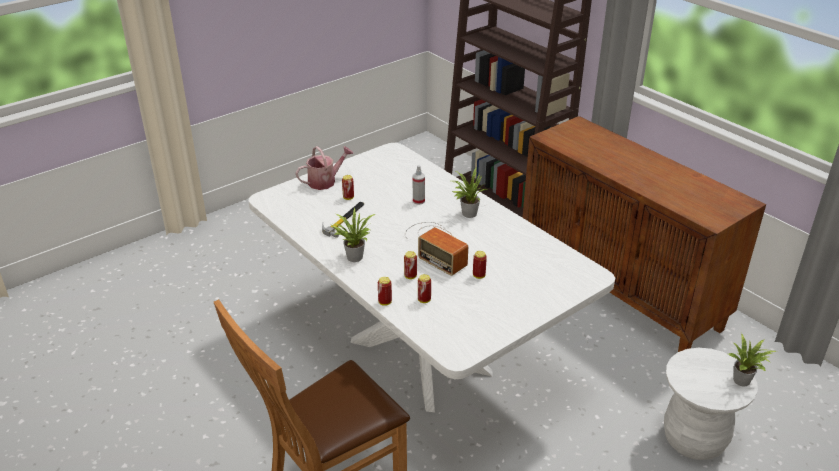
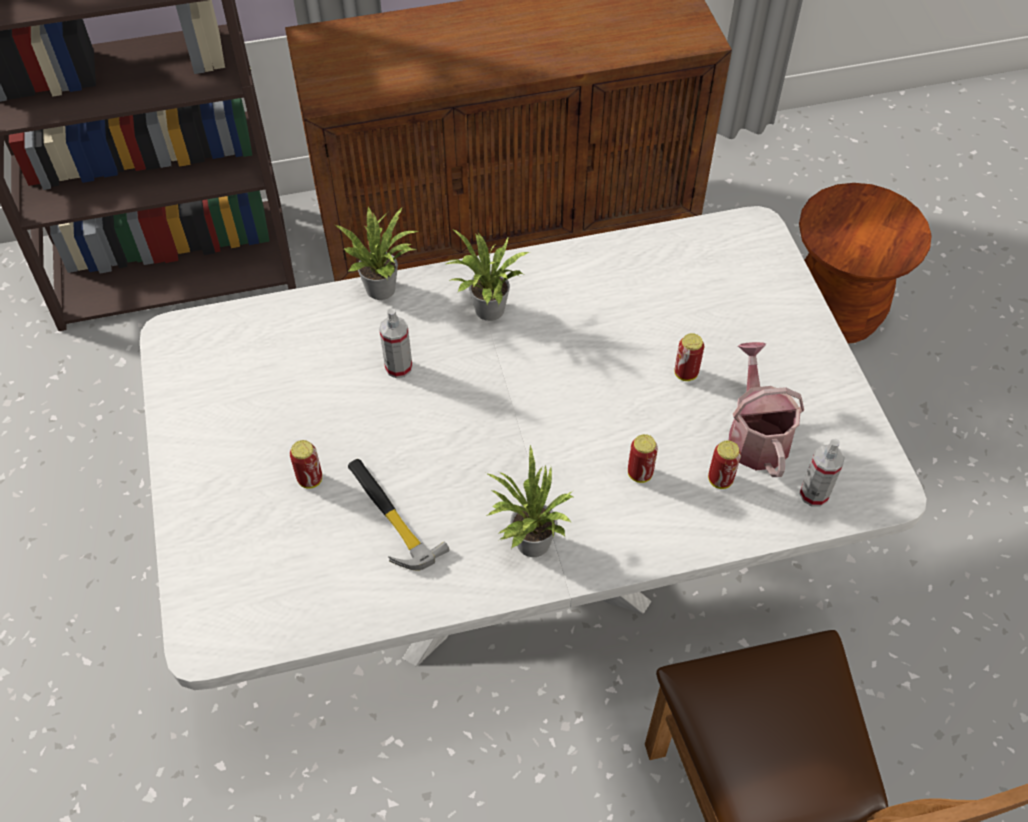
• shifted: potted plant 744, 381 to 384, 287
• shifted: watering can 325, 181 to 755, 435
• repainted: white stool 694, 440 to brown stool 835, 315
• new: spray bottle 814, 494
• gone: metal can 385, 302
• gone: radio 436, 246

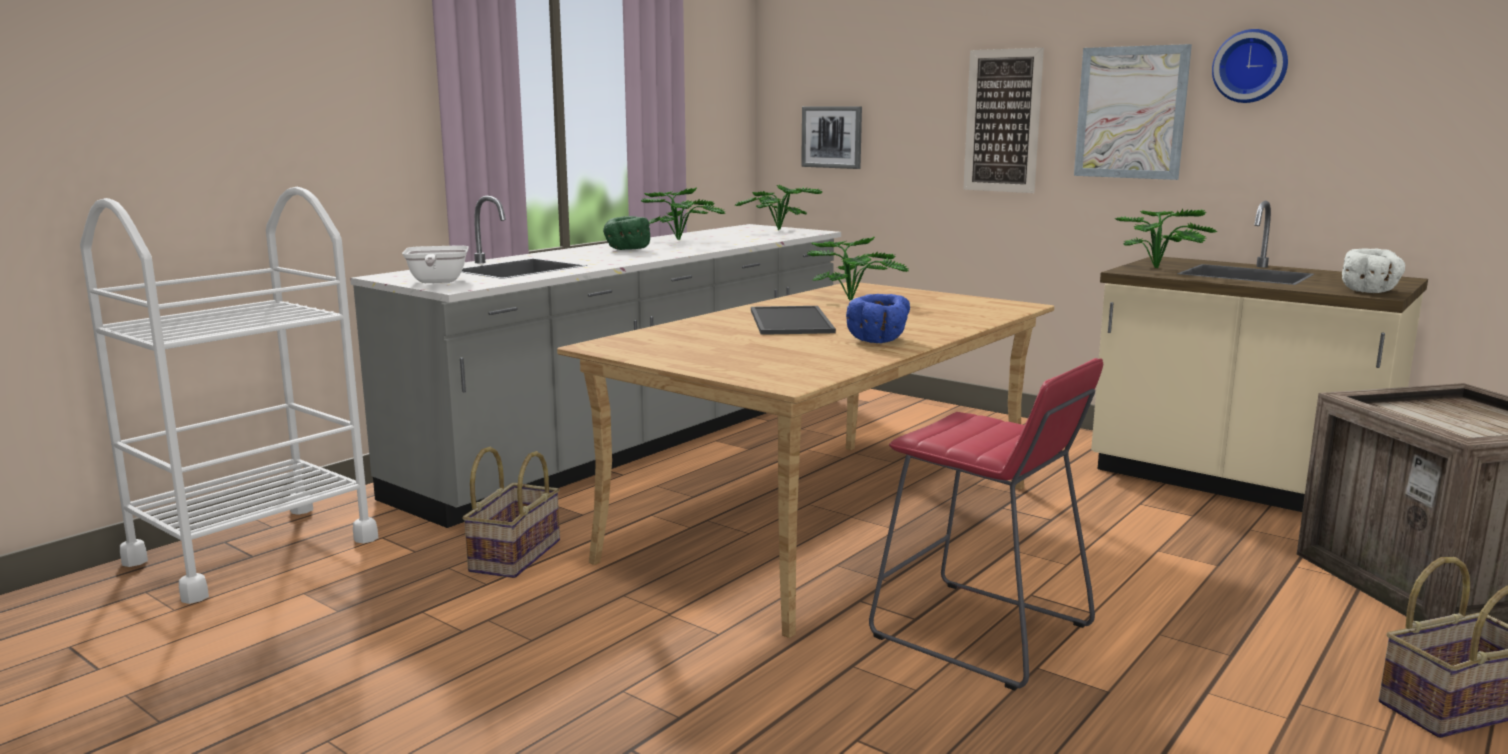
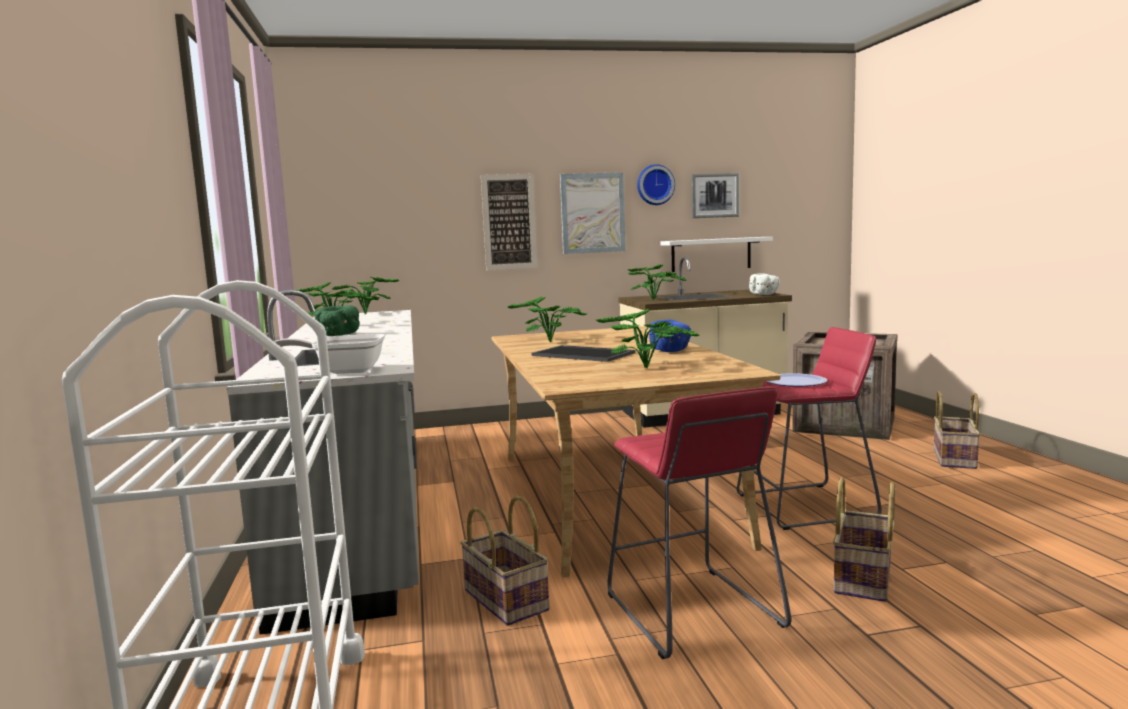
• rotated: pan 436, 282 = 343, 371 150 degrees clockwise
• new: potted plant 646, 367
• new: red stool 692, 611
• new: white shelf 711, 254
• shifted: wall art 832, 137 to 714, 195
• new: dinner plate 795, 382
• new: household basket 864, 578

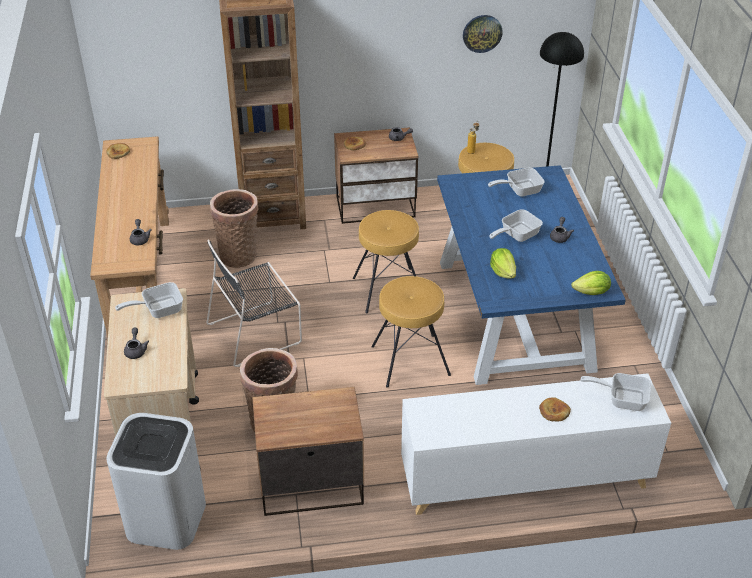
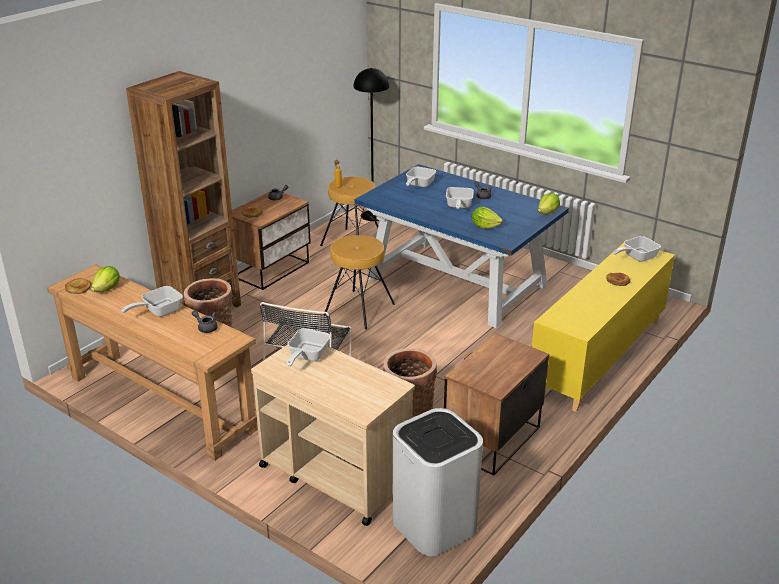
• new: lettuce head 107, 289
• new: pan 158, 311
• repainted: white cabinet 524, 479 to yellow cabinet 598, 356
• gone: gray teapot 136, 350
• gone: brown stool 410, 360
• gone: hanging clock 482, 33

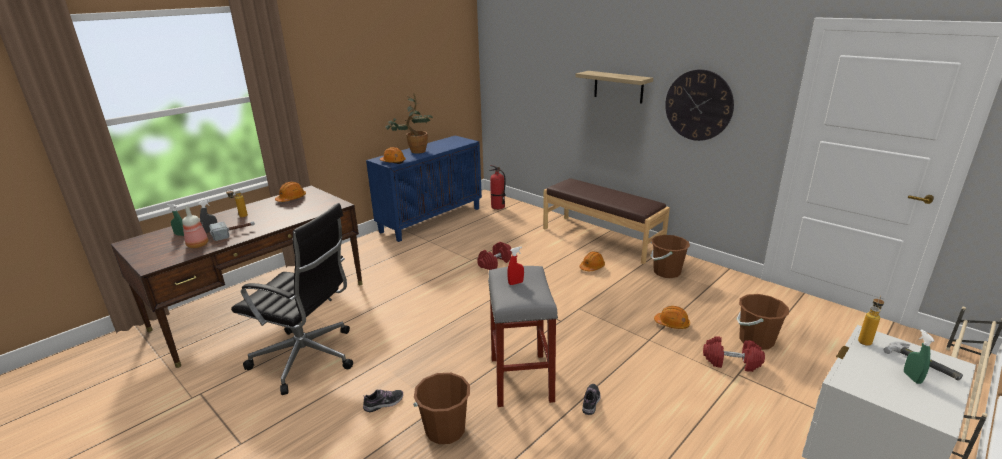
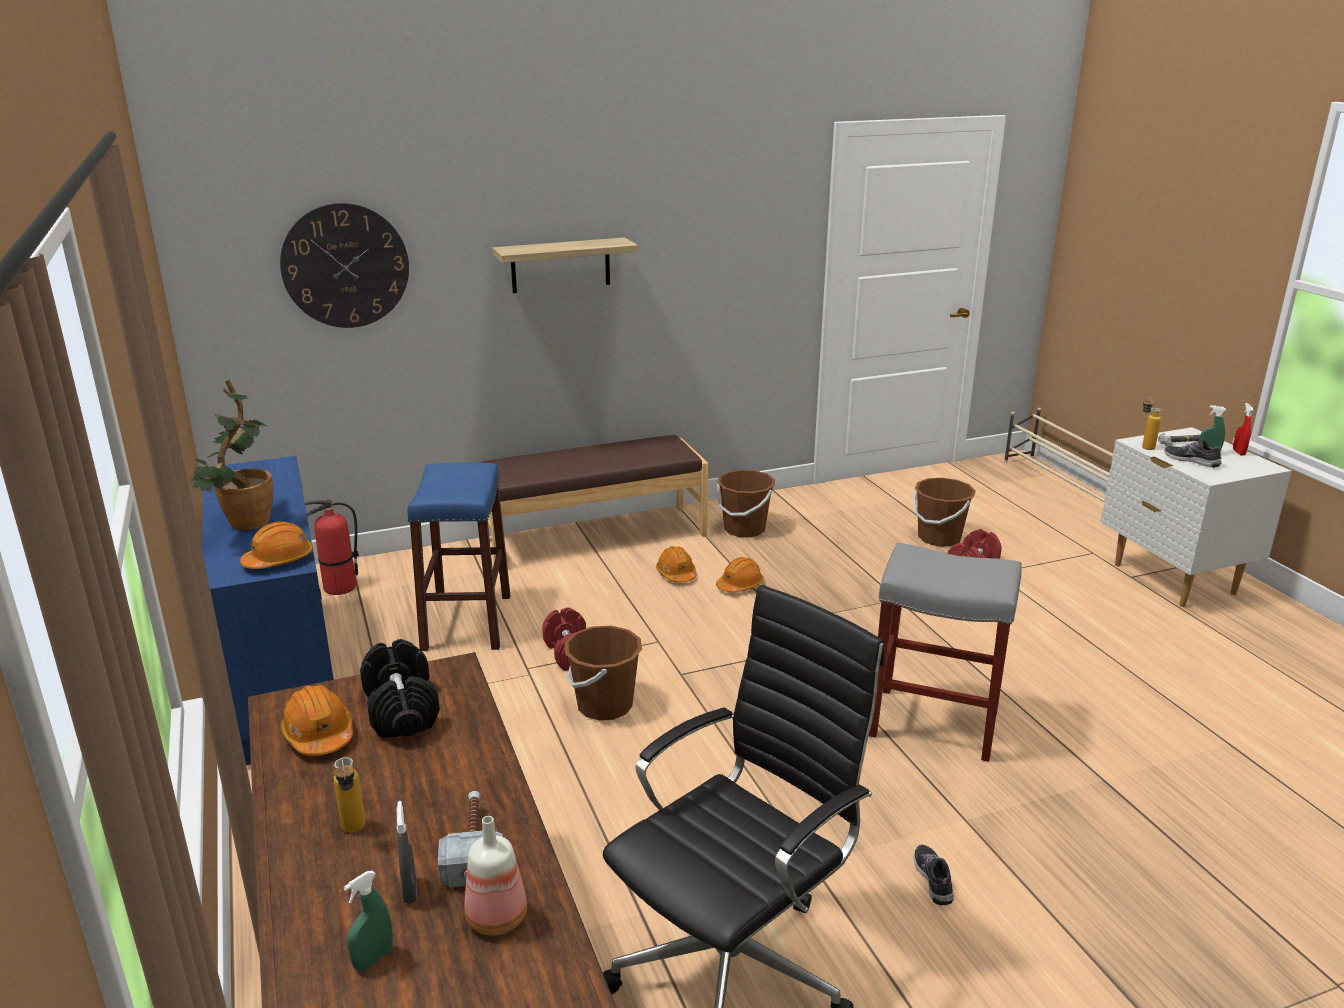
• shifted: hanging clock 698, 105 to 345, 266
• new: black-coloured dumbbell 402, 709
• new: blue-coloured stool 467, 622
• shifted: brown water bucket 445, 430 to 604, 705
• shifted: orange safety helmet 672, 324 to 740, 585
• shifted: shoe 591, 402 to 1191, 460
• shifted: red spray bottle 515, 283 to 1238, 452

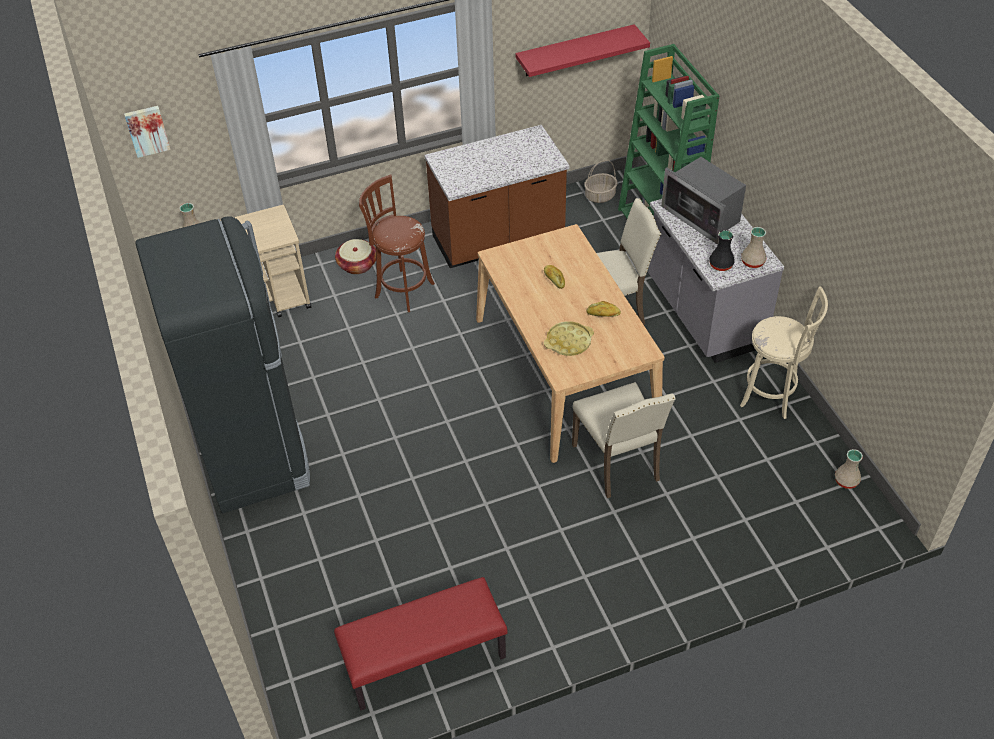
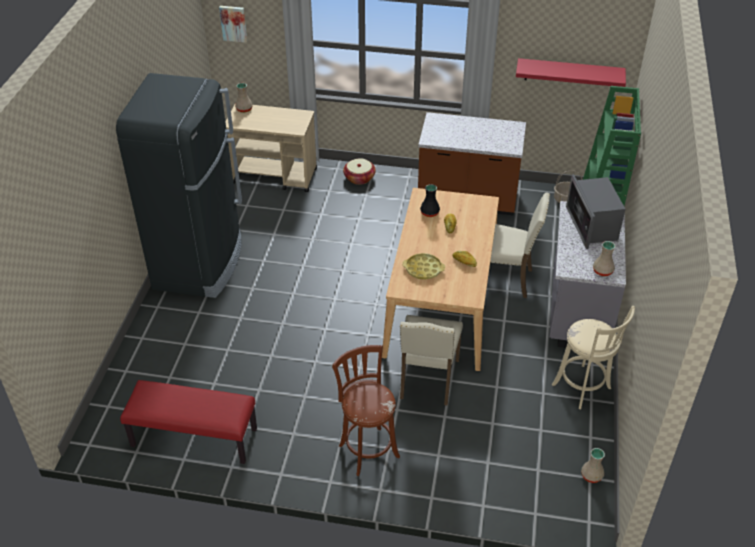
• shifted: brown stool 402, 289 to 367, 449
• shifted: black-coloured decorative vase 721, 265 to 430, 213

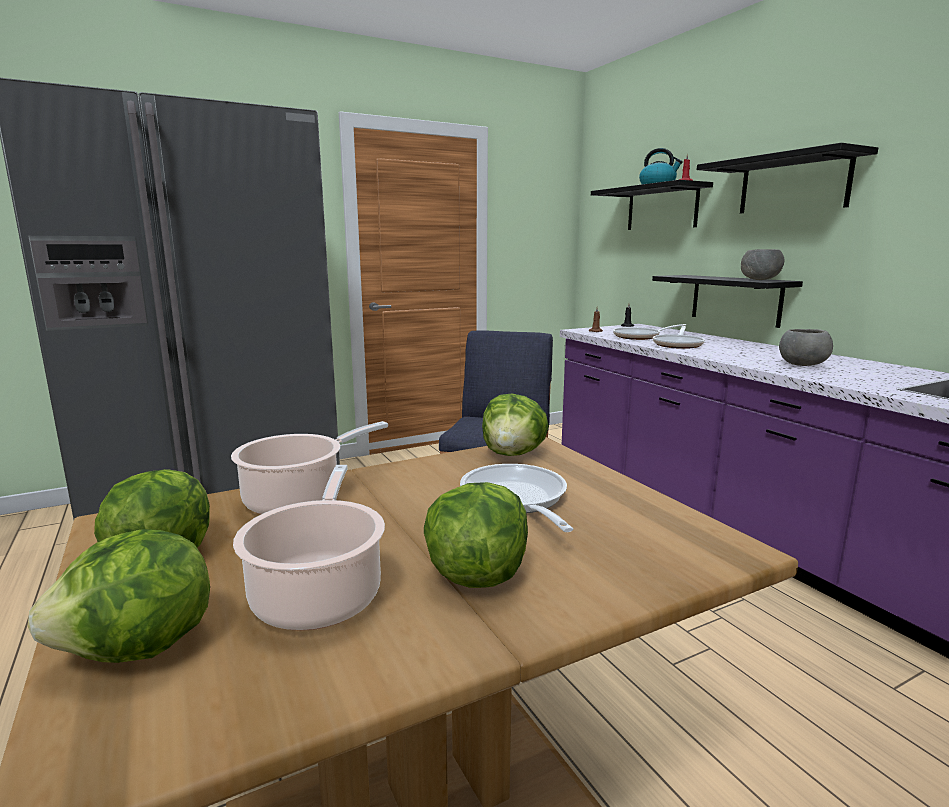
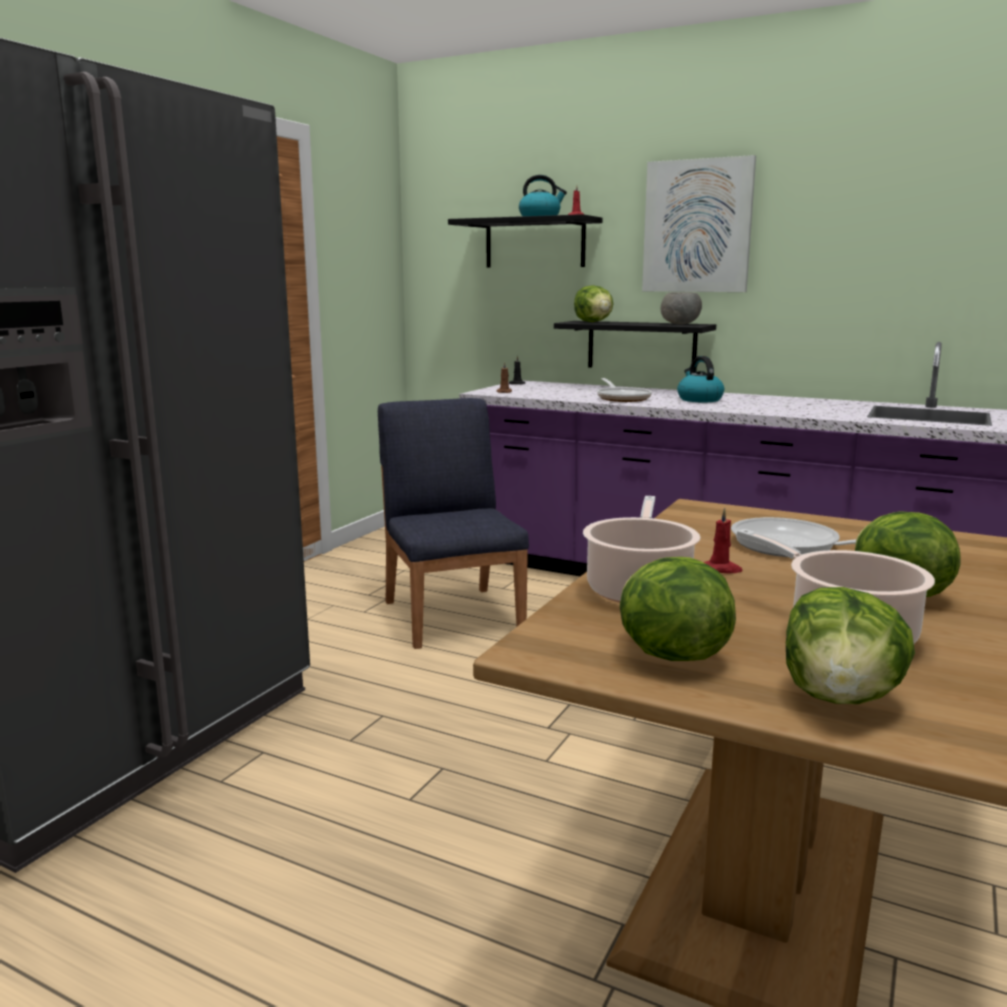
• shifted: lettuce head 513, 454 to 594, 322
• swapped: black-coloured shelf 793, 184 to wall art 697, 226
• new: kettle 699, 399
• new: red wax light 722, 569
• gone: pan 640, 337
• gone: gray bowl 803, 365

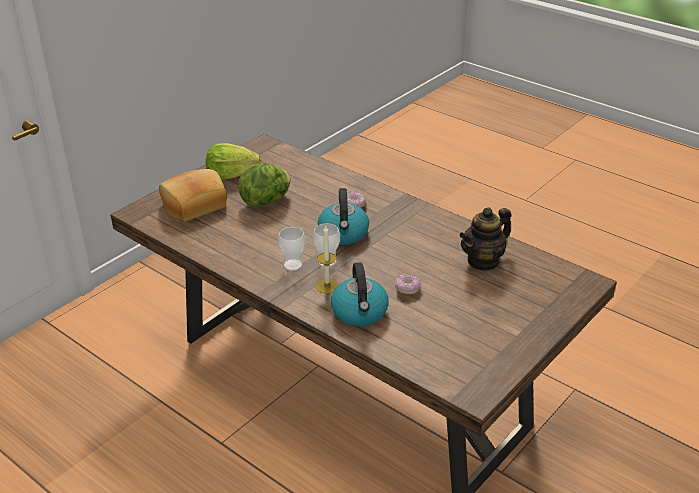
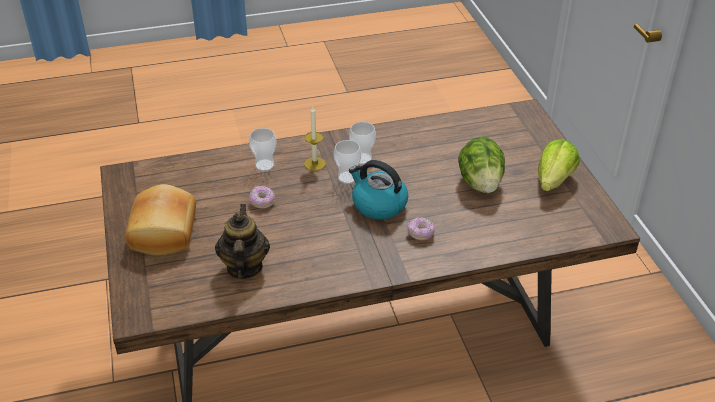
• shifted: bakery bread 193, 205 to 165, 232
• swapped: kettle 360, 312 to cup 264, 165

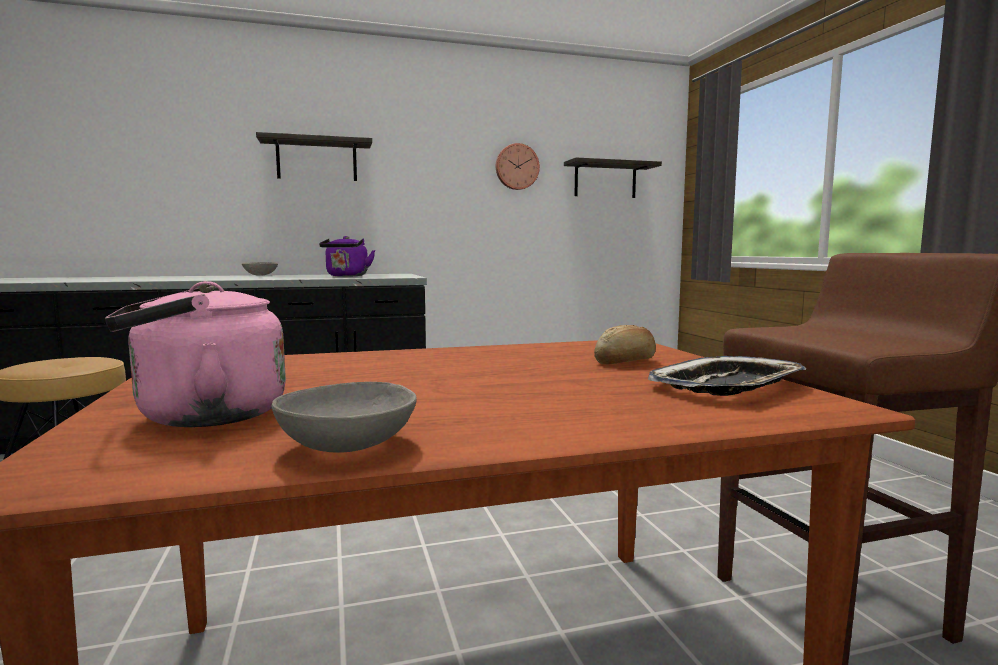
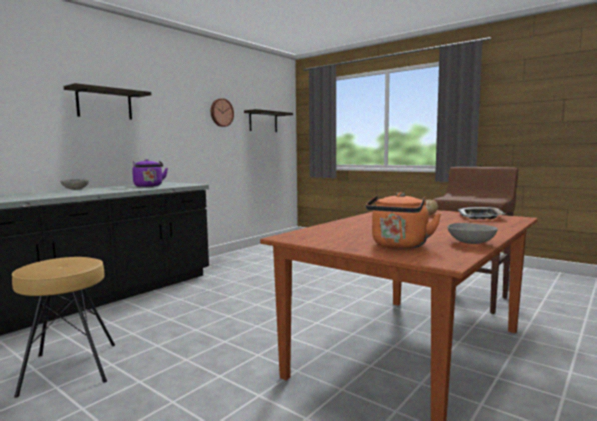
• repainted: pinkish kettle 203, 416 to orange kettle 399, 246

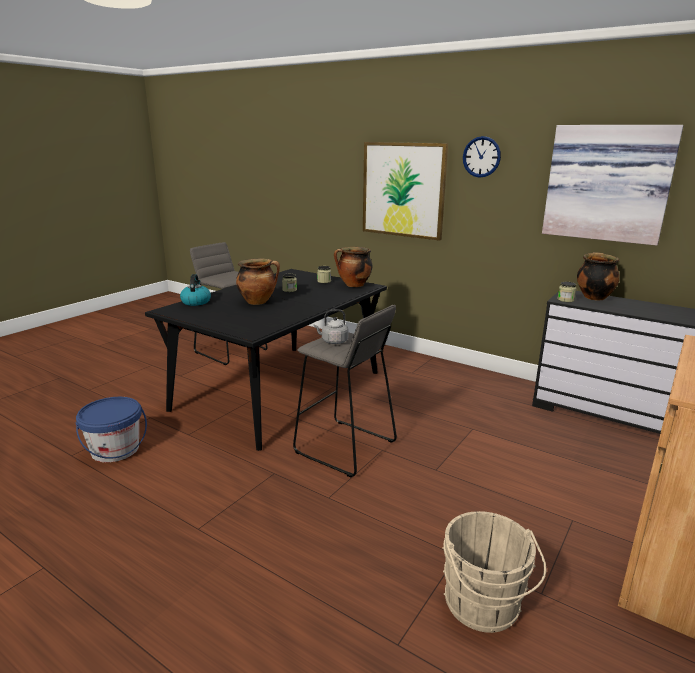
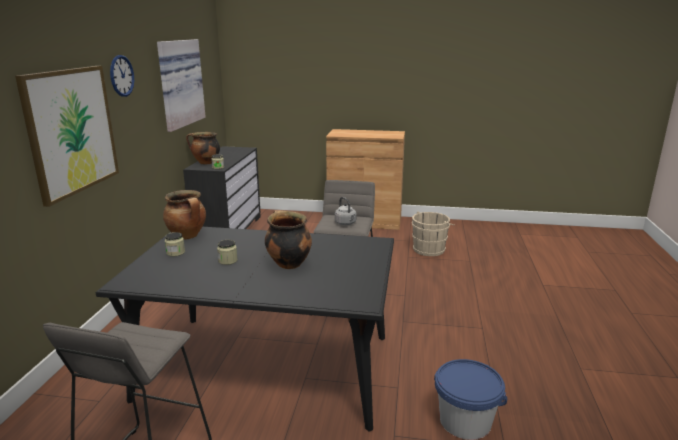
• gone: kettle 196, 302

